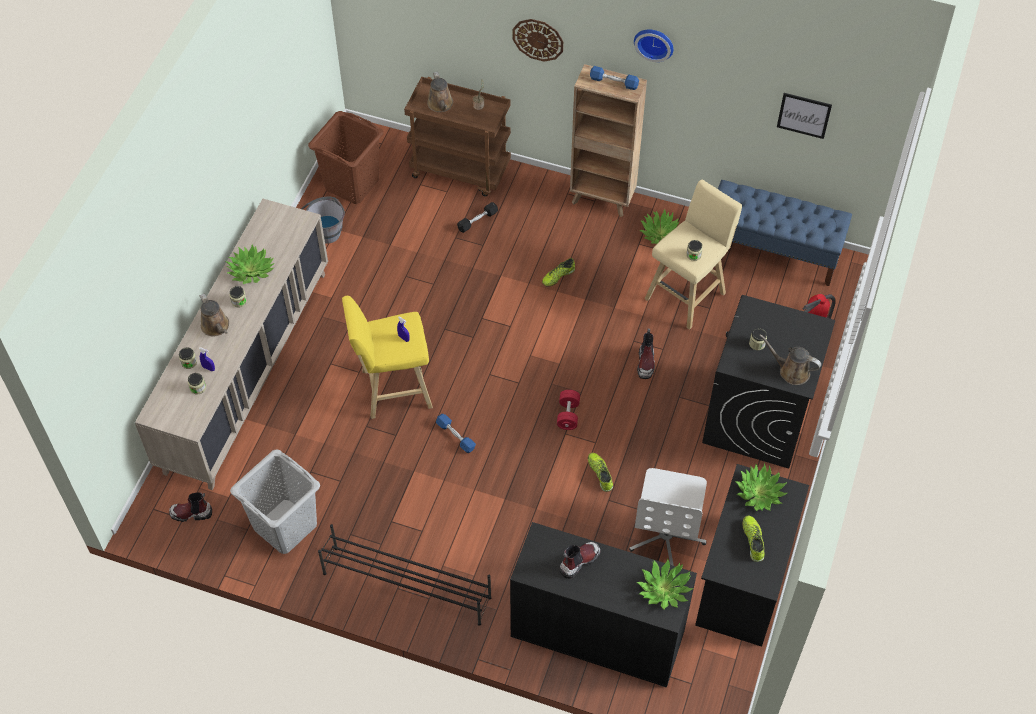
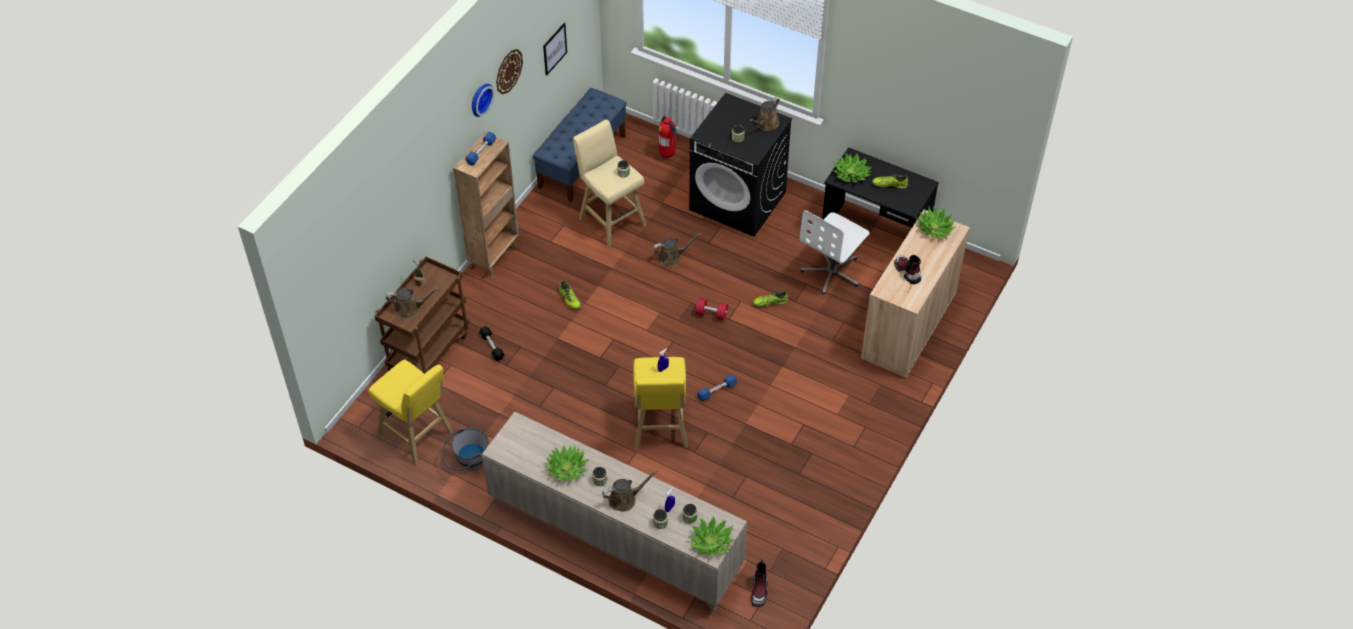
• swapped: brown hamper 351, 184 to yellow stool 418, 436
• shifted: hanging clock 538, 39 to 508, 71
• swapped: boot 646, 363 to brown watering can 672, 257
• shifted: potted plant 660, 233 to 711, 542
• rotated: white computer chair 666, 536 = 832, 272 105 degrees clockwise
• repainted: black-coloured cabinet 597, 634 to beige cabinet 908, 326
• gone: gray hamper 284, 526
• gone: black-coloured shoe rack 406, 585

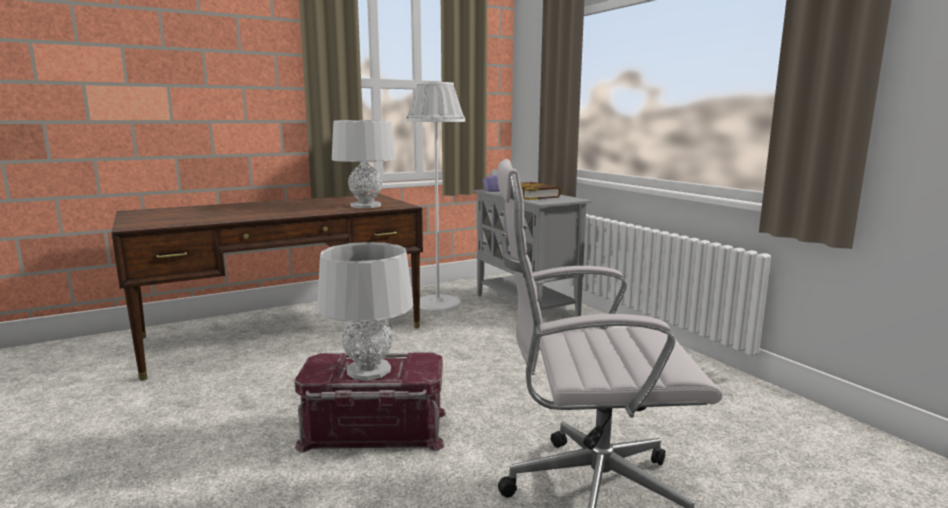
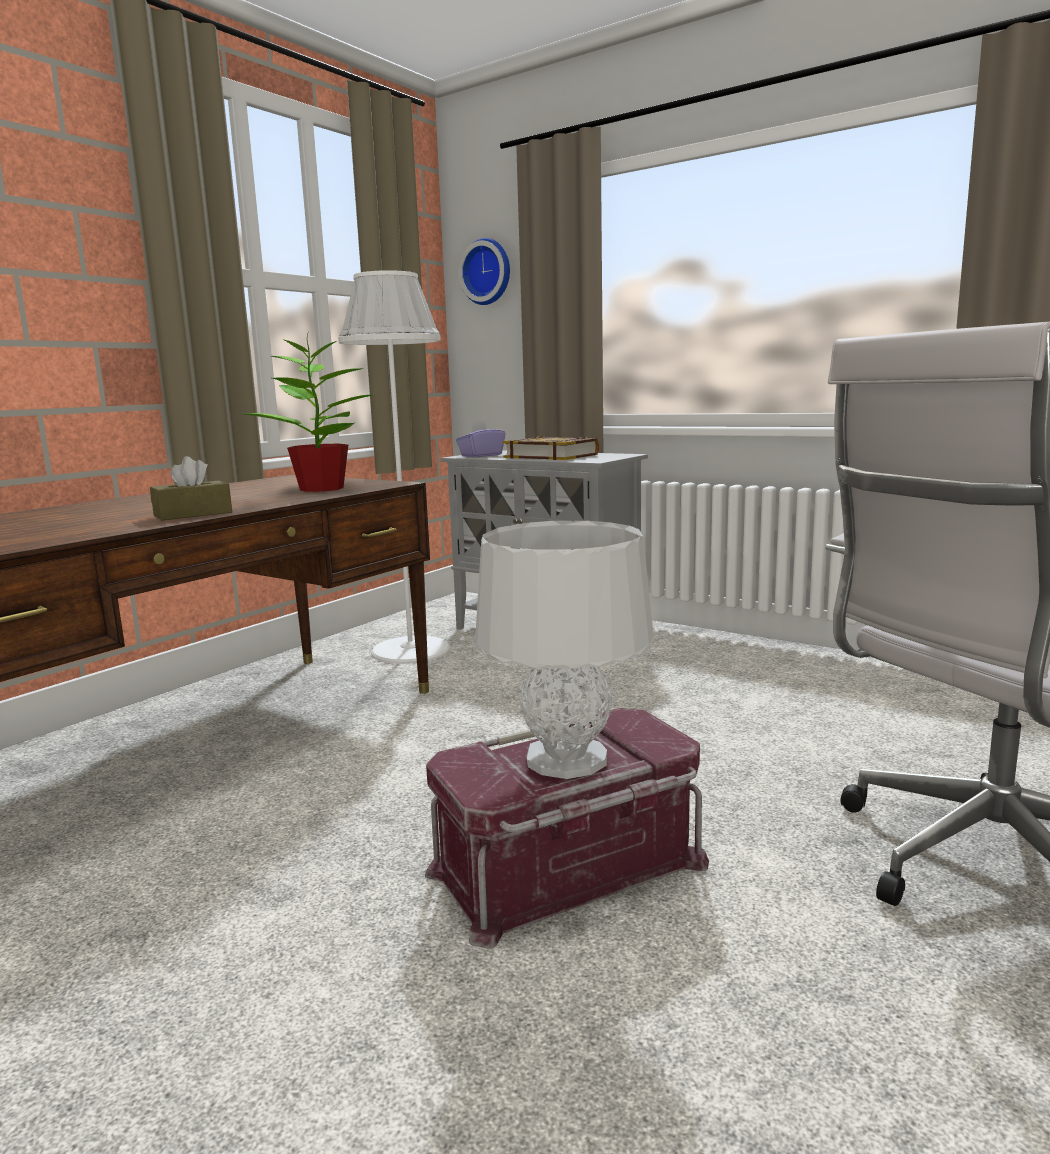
• new: brown tissue box 193, 514
• swapped: gray tabletop lamp 365, 206 to potted plant 323, 489
• new: hanging clock 487, 272

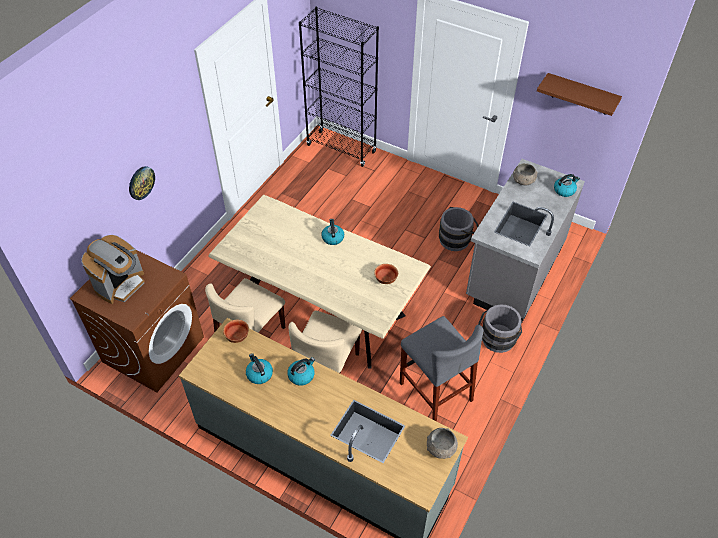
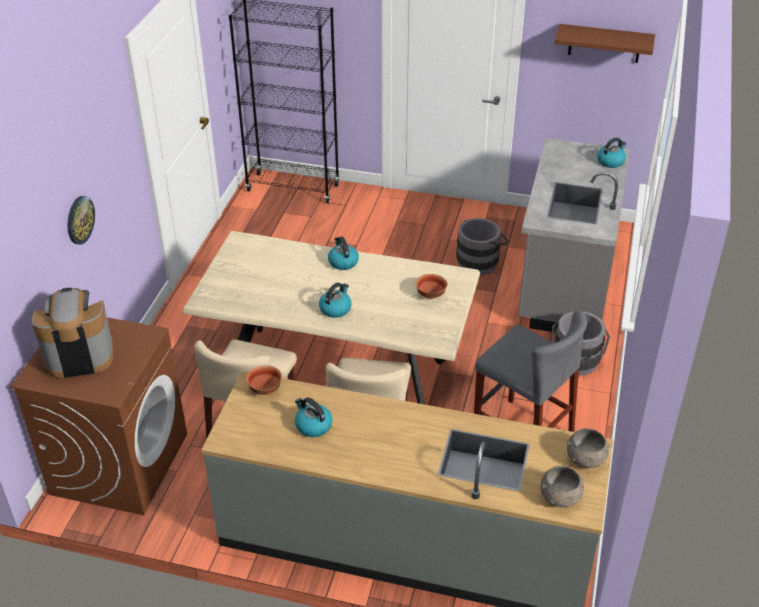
• rotated: coffee brewer 120, 284 = 79, 356 120 degrees counterclockwise
• shifted: kettle 301, 375 to 335, 308
• shifted: gray bowl 523, 181 to 560, 497

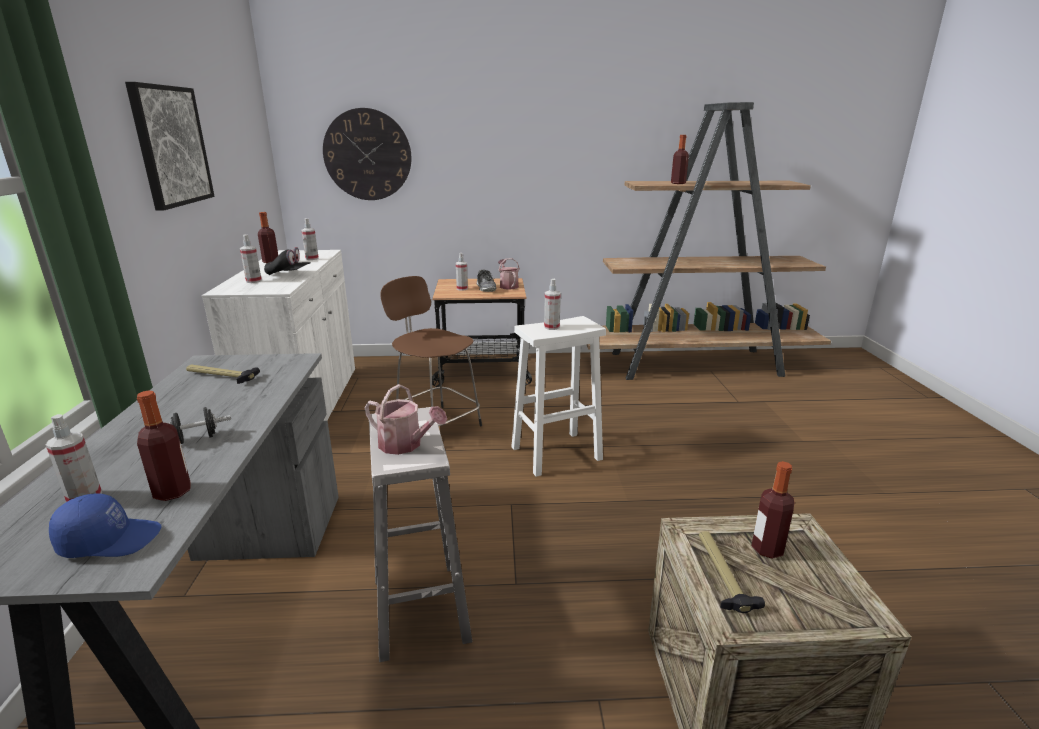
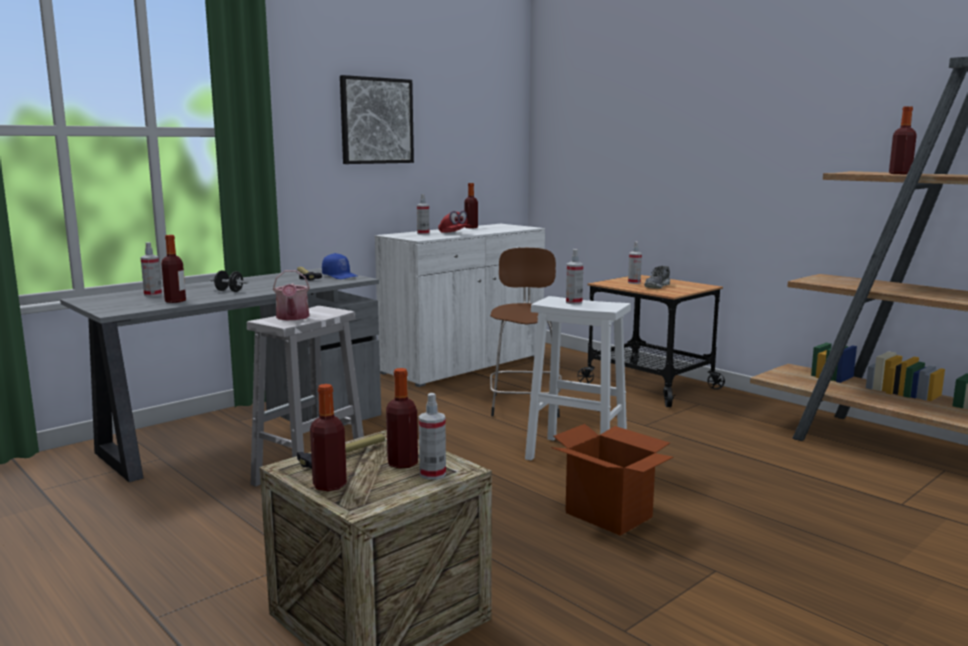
• new: drink bottle 329, 485
• shifted: blue-coloured cap 111, 539 to 340, 276
• shifted: spray bottle 312, 258 to 432, 474
• repainted: black-coloured cap 288, 274 to red cap 455, 234
• new: carton 609, 515
• gone: hanging clock 367, 155
• gone: watering can 508, 286

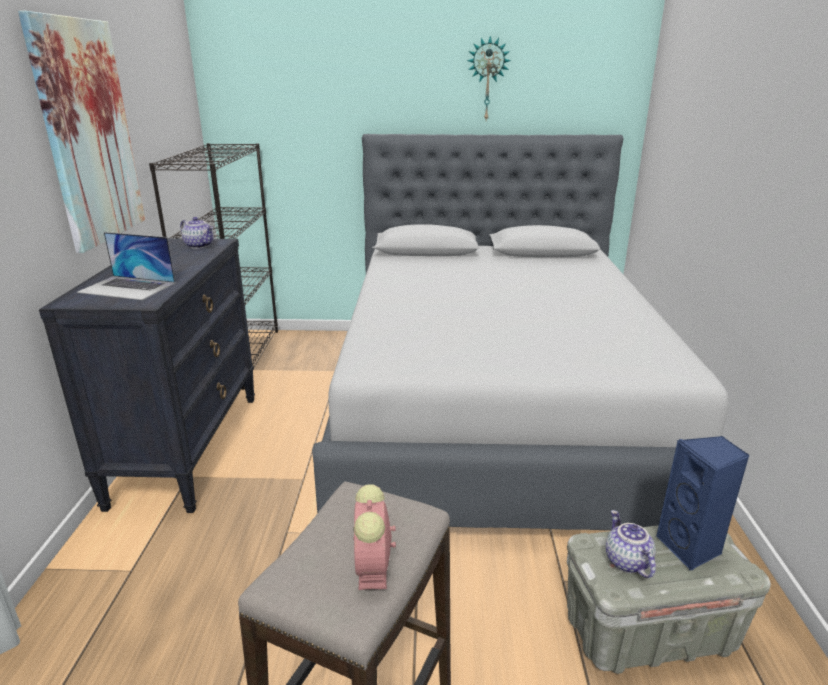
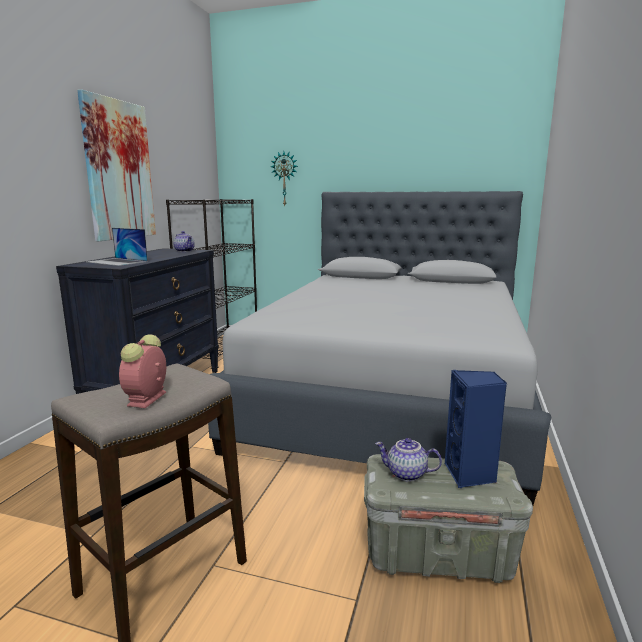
• shifted: hanging clock 487, 79 to 285, 179
• rotated: teapot 626, 561 = 406, 474 75 degrees counterclockwise

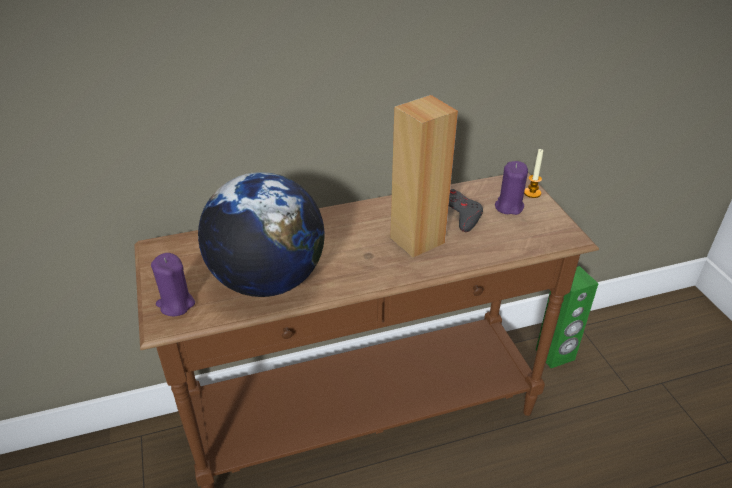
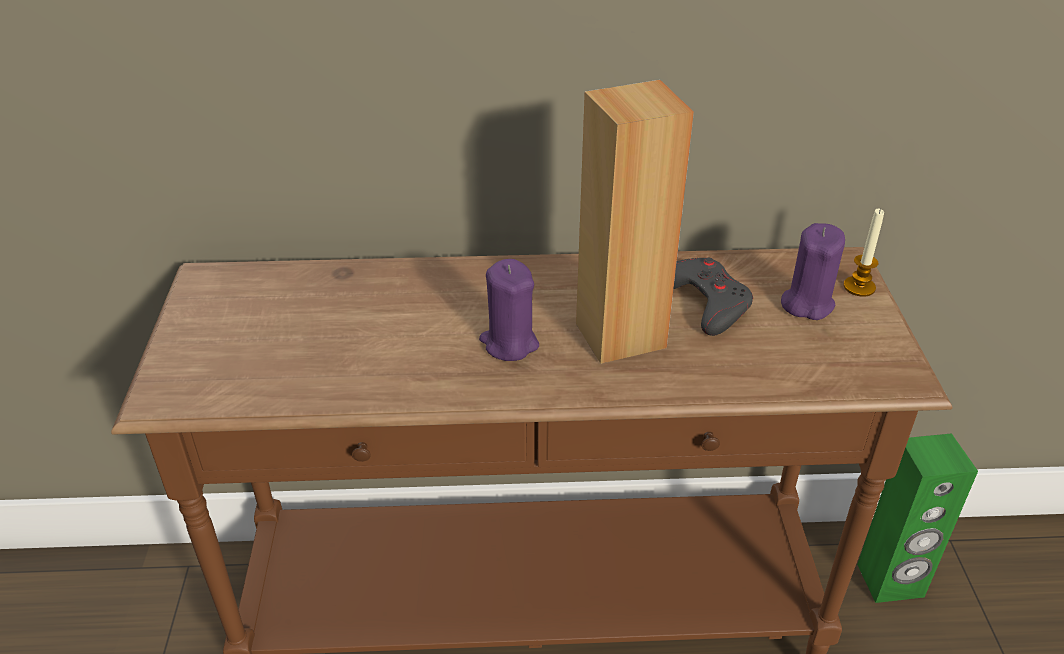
• shifted: purple-coloured wax light 176, 304 to 509, 343
• gone: globe 267, 280

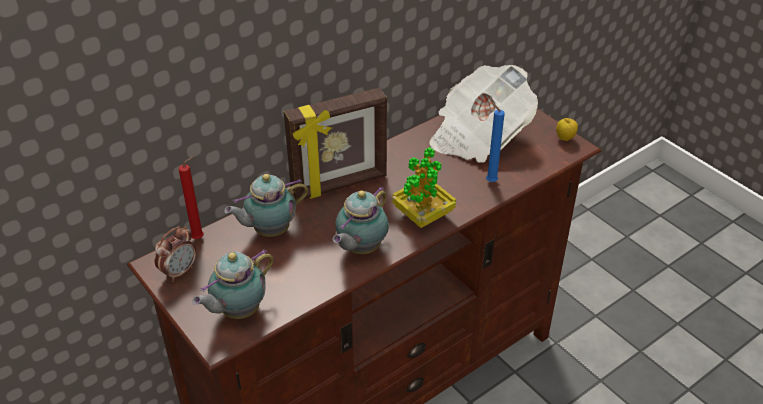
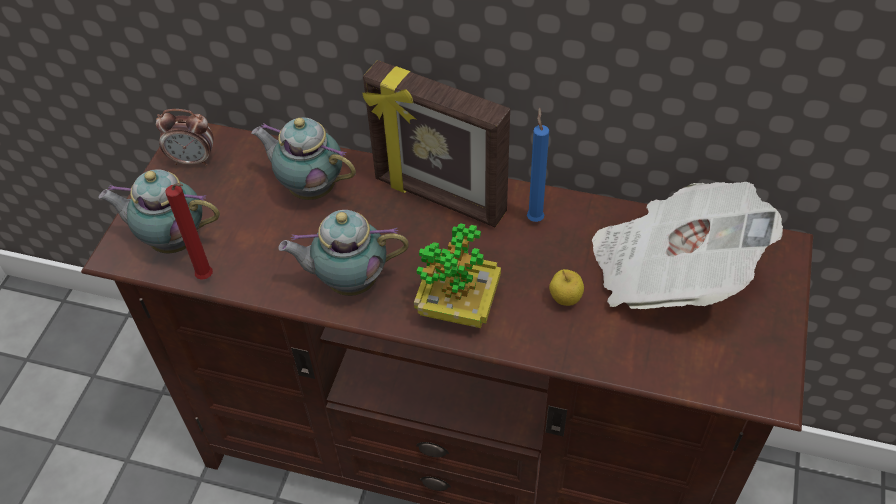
• shifted: red wax light 200, 238 to 207, 278
• shifted: blue-coloured wax light 489, 181 to 535, 217
• shifted: whole apple 565, 139 to 565, 300

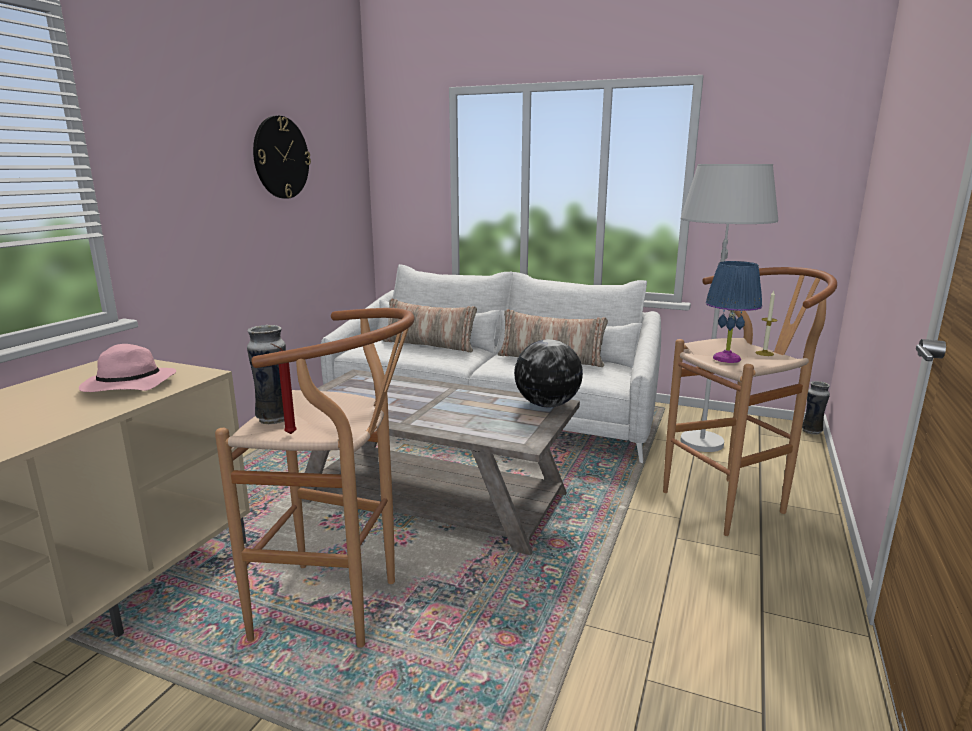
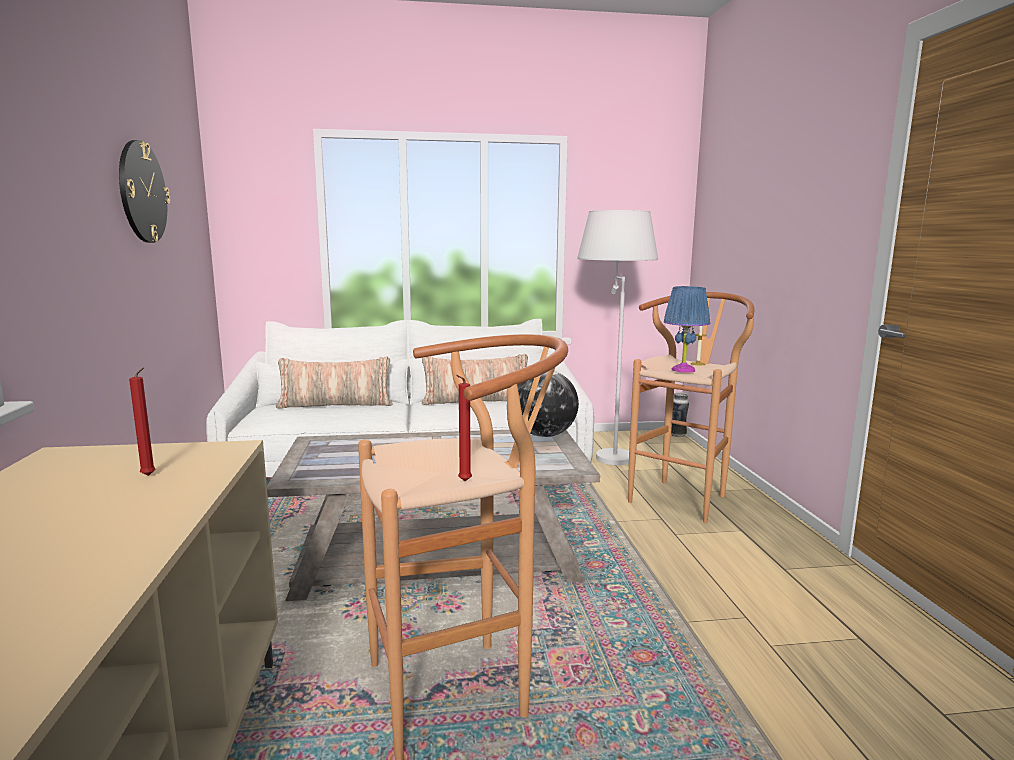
• swapped: pinkish clothing hat 128, 386 to red wax light 150, 476
• gone: decorative vase 274, 418

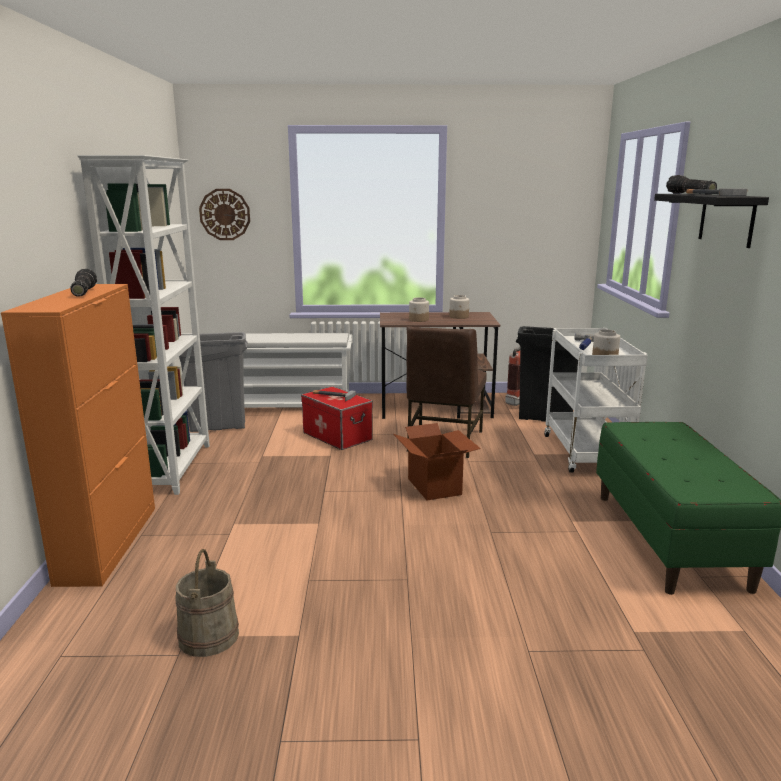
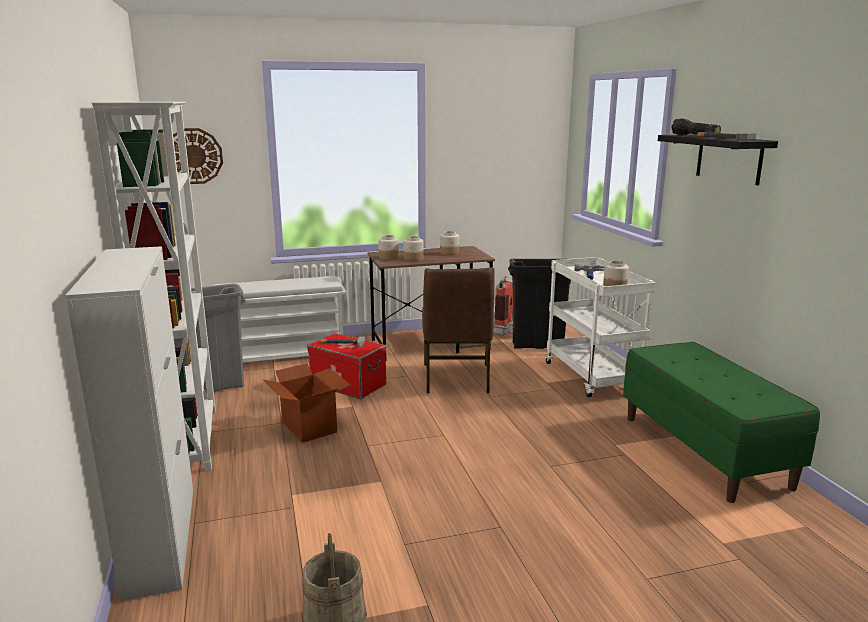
• repainted: orange cabinet 109, 543 to white cabinet 161, 538
• shifted: carton 435, 486 to 310, 427
• new: jar 388, 257
• gone: hand torch 82, 292

